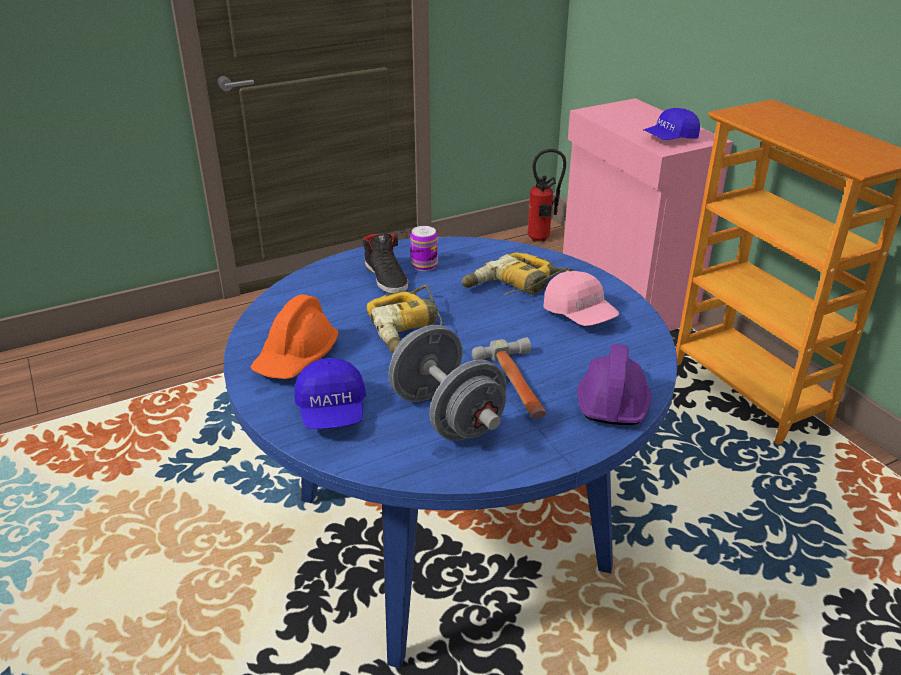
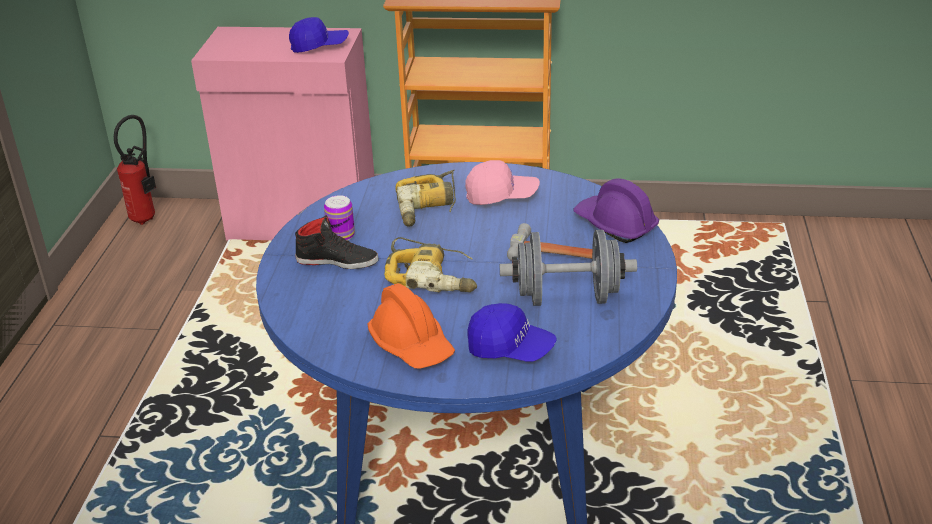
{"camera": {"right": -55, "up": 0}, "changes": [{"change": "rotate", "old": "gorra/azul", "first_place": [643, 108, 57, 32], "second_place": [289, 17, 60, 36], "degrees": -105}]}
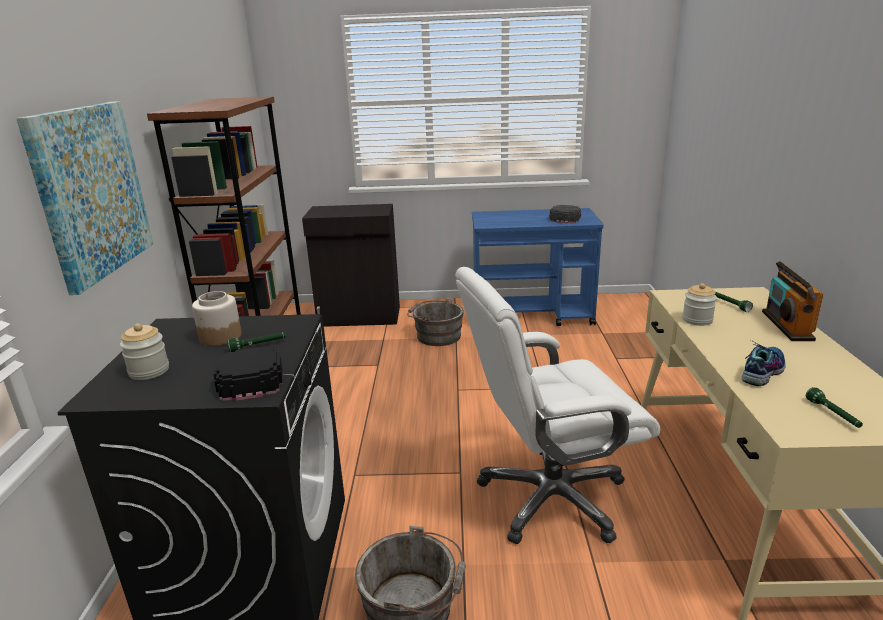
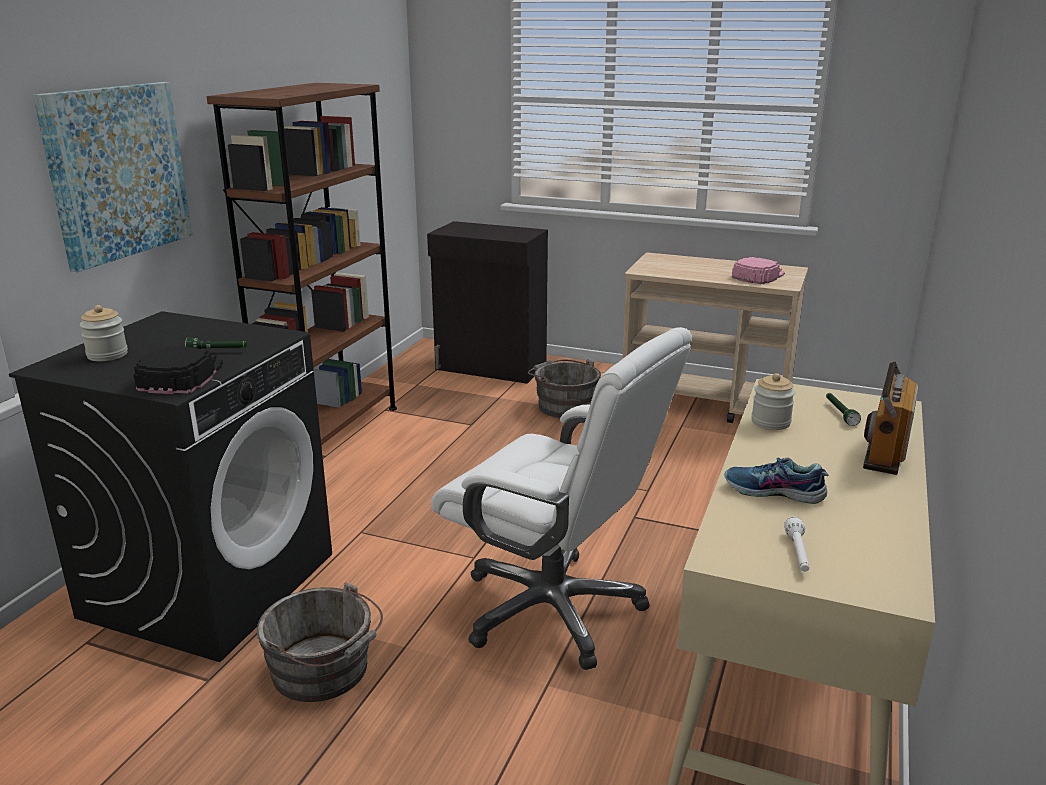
{"camera": {"right": 20, "up": 0}, "changes": [{"change": "rotate", "old": "silla de oficina/blanco", "first_place": [455, 267, 205, 277], "second_place": [431, 327, 261, 343], "degrees": -150}, {"change": "recolor", "old": "carrito/azul", "new": "carrito/beis", "first_place": [472, 208, 132, 118], "second_place": [622, 253, 186, 170]}, {"change": "rotate", "old": "zapato", "first_place": [742, 340, 44, 46], "second_place": [725, 457, 103, 47], "degrees": -135}, {"change": "recolor", "old": "gorra/negro", "new": "gorra/rosa", "first_place": [549, 205, 32, 18], "second_place": [732, 257, 53, 27]}, {"change": "recolor", "old": "linterna/verde", "new": "linterna/blanco", "first_place": [806, 387, 57, 41], "second_place": [784, 517, 26, 55]}, {"change": "delete", "old": "tarro", "first_place": [192, 291, 50, 55]}]}
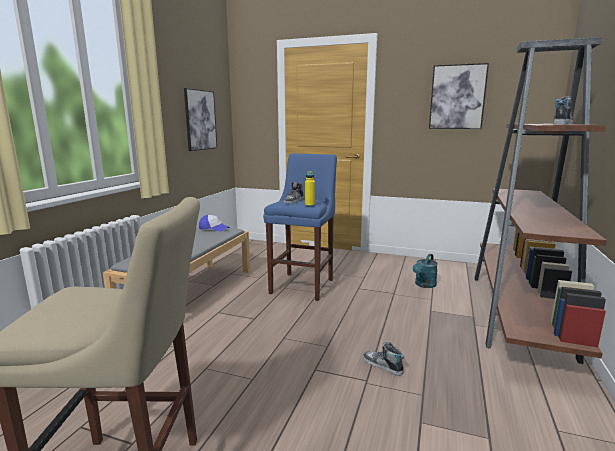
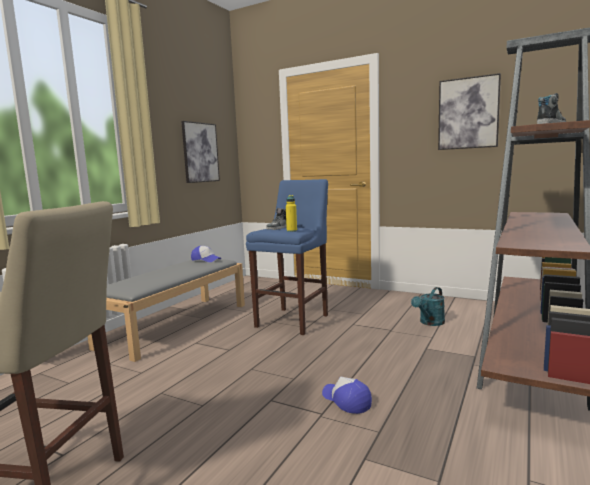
{"camera": {"right": 10, "up": -5}, "changes": [{"change": "replace", "old": "zapato", "new": "gorra", "first_place": [364, 342, 40, 34], "second_place": [322, 377, 50, 37]}]}
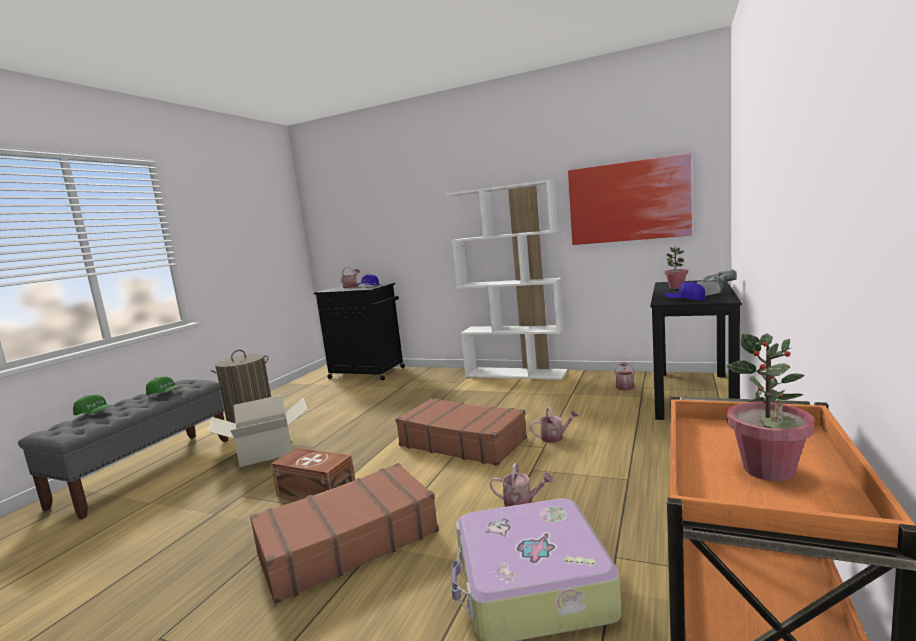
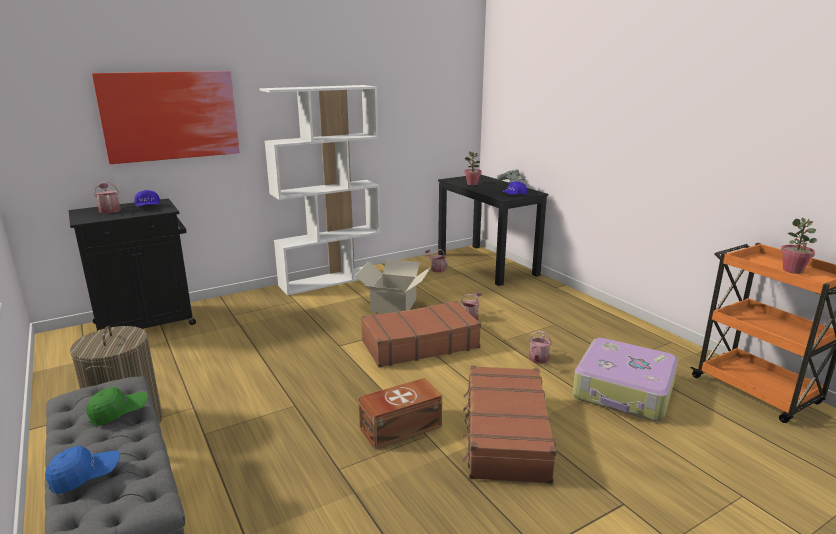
{"camera": {"right": -55, "up": 10}, "changes": [{"change": "recolor", "old": "gorra/verde", "new": "gorra/azul", "first_place": [73, 394, 40, 21], "second_place": [45, 446, 75, 48]}, {"change": "move", "old": "cuadro", "first_place": [568, 153, 124, 92], "second_place": [92, 71, 148, 93]}, {"change": "move", "old": "caja de cartón", "first_place": [208, 395, 99, 72], "second_place": [355, 259, 76, 55]}, {"change": "rotate", "old": "regadera", "first_place": [489, 463, 65, 44], "second_place": [528, 331, 24, 33], "degrees": 150}]}
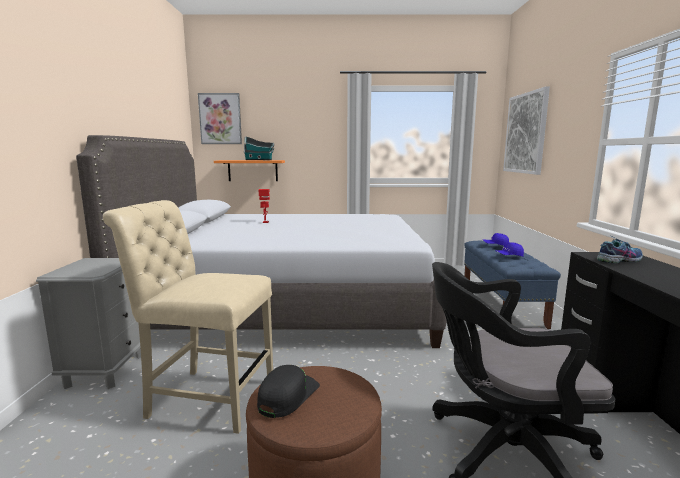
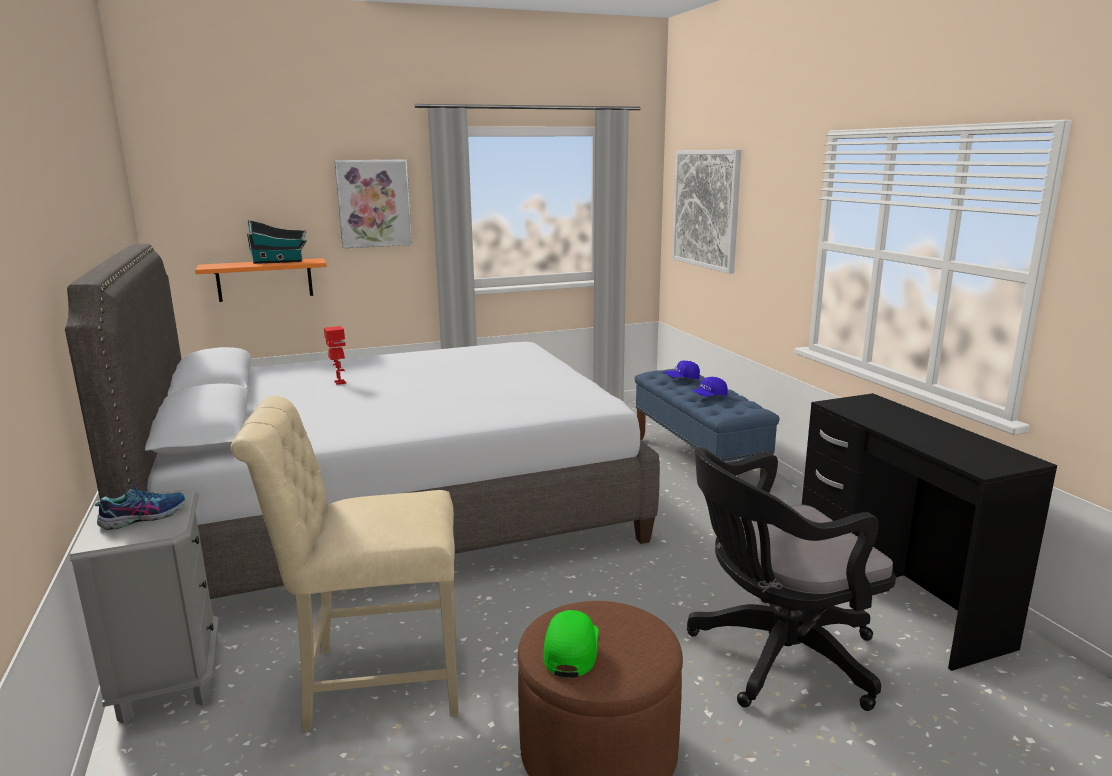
{"camera": {"right": -20, "up": 5}, "changes": [{"change": "move", "old": "zapato", "first_place": [597, 236, 46, 27], "second_place": [95, 481, 91, 49]}, {"change": "move", "old": "cuadro", "first_place": [198, 93, 44, 51], "second_place": [334, 159, 78, 89]}, {"change": "recolor", "old": "gorra/negro", "new": "gorra/verde", "first_place": [257, 365, 63, 53], "second_place": [544, 610, 55, 68]}]}
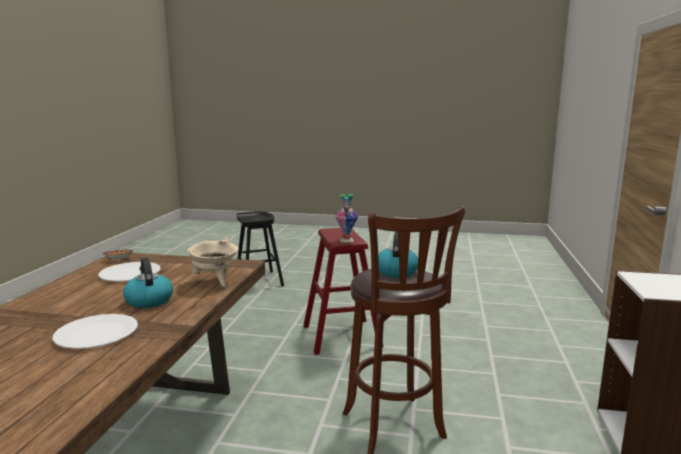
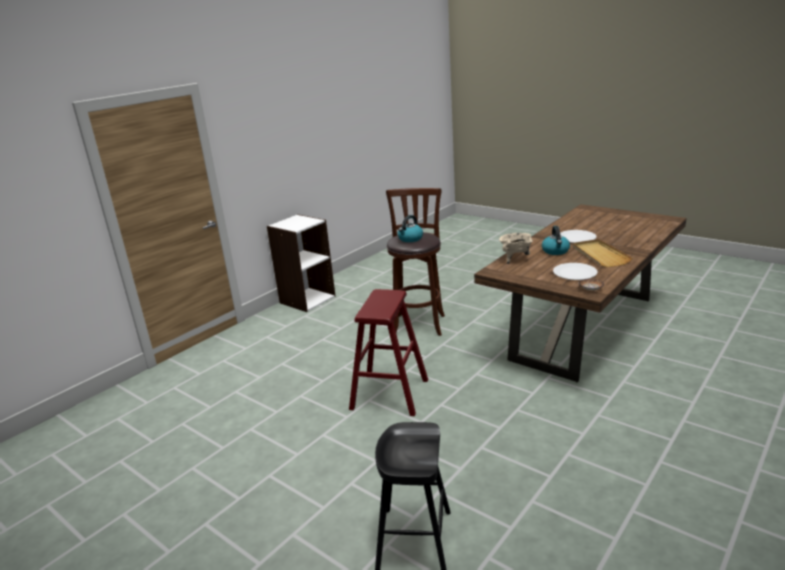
{"camera": {"right": -150, "up": 10}, "changes": [{"change": "insert", "new": "bandeja/beis", "second_place": [573, 239, 60, 28]}, {"change": "delete", "old": "florero", "first_place": [335, 194, 24, 49]}]}
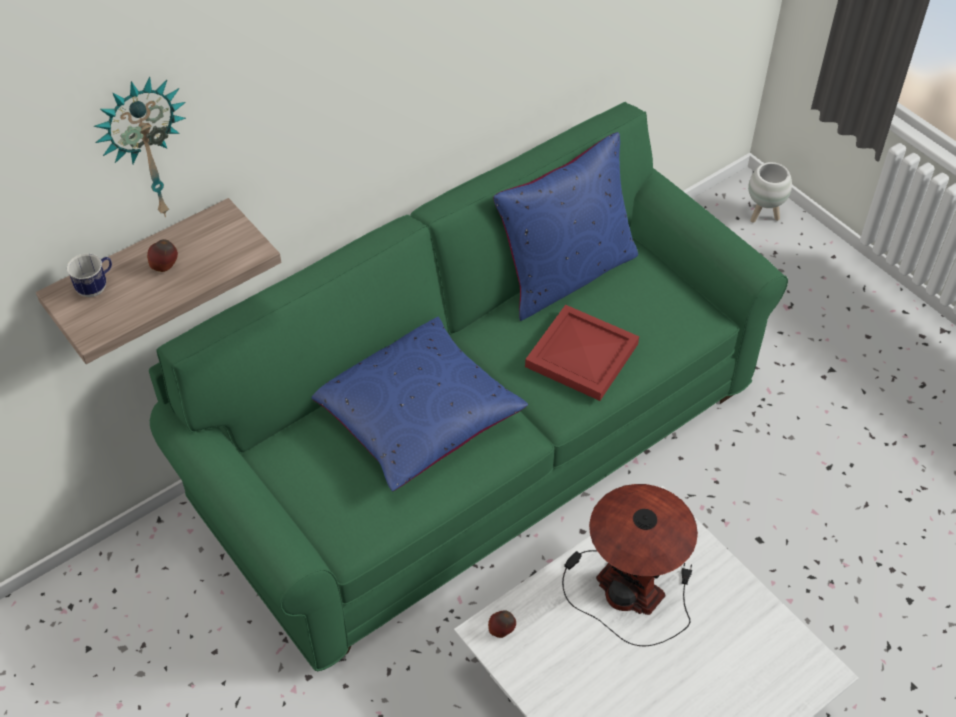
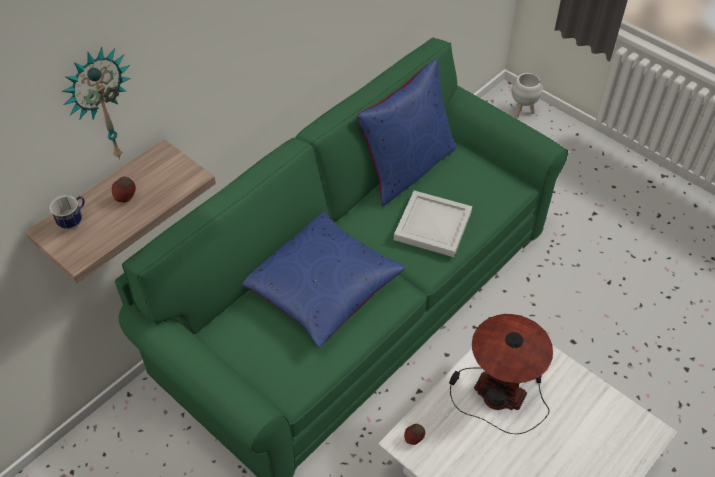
{"camera": {"right": -10, "up": 0}, "changes": [{"change": "recolor", "old": "bandeja/rojo", "new": "bandeja/blanco", "first_place": [525, 305, 114, 96], "second_place": [394, 191, 78, 66]}]}
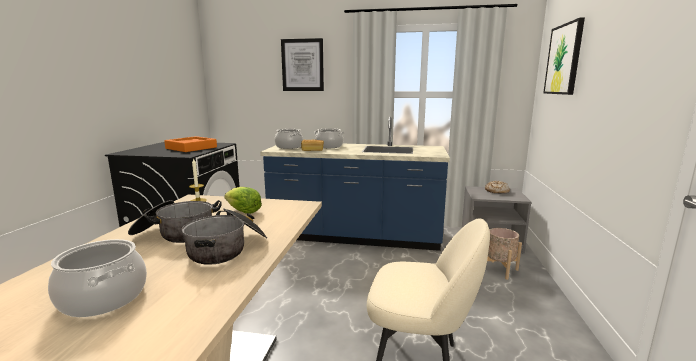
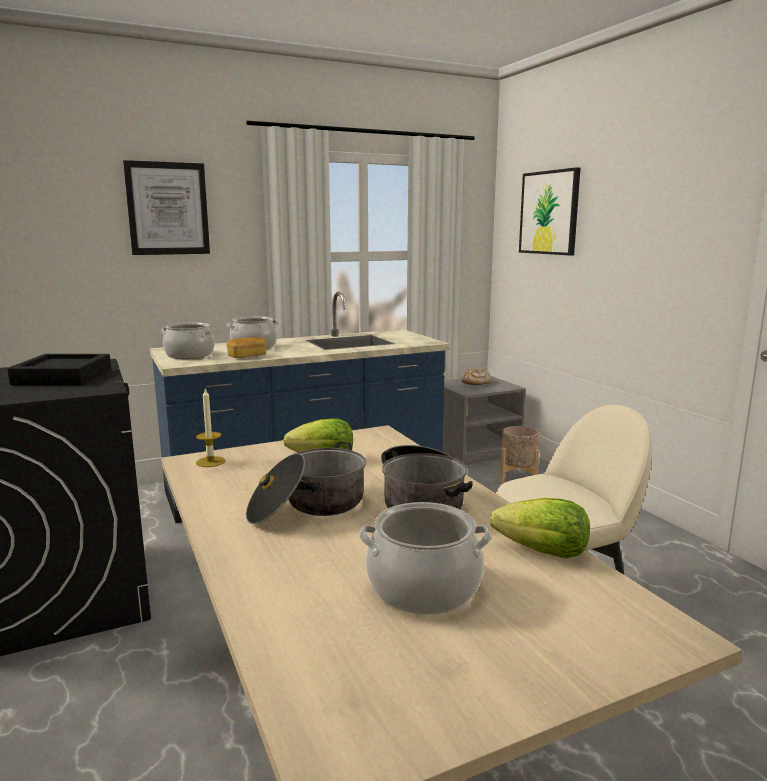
{"camera": {"right": -35, "up": 0}, "changes": [{"change": "recolor", "old": "bandeja/naranja", "new": "bandeja/negro", "first_place": [164, 136, 53, 16], "second_place": [7, 354, 104, 31]}, {"change": "insert", "new": "lechuga", "second_place": [490, 498, 100, 61]}]}
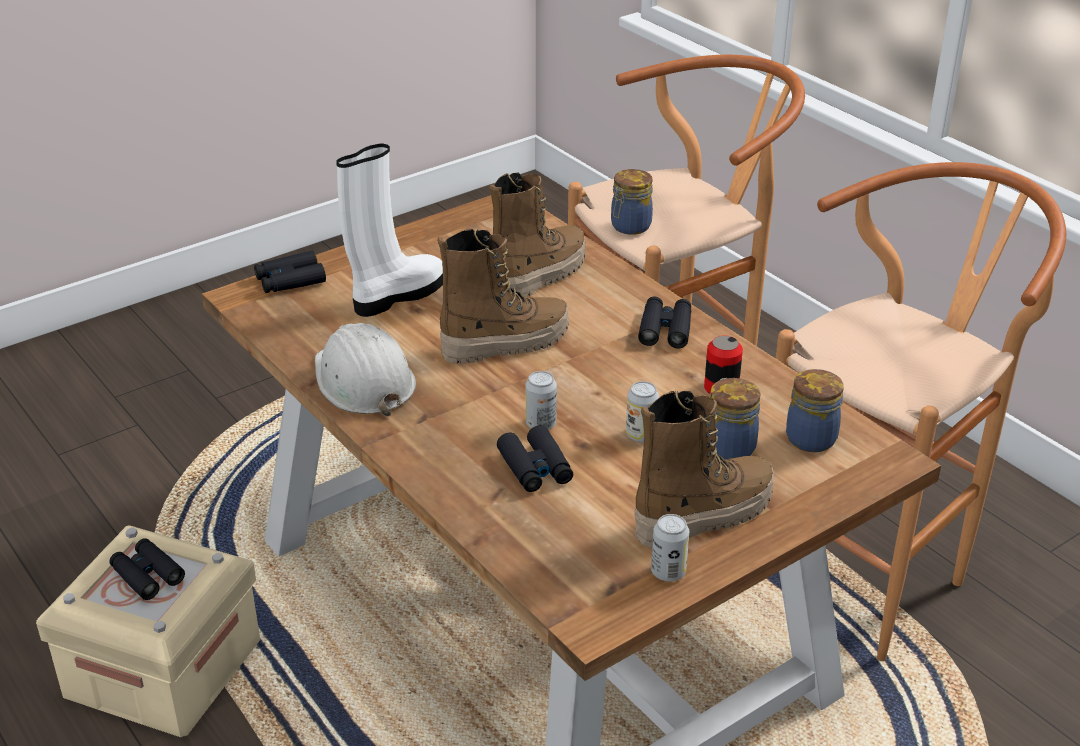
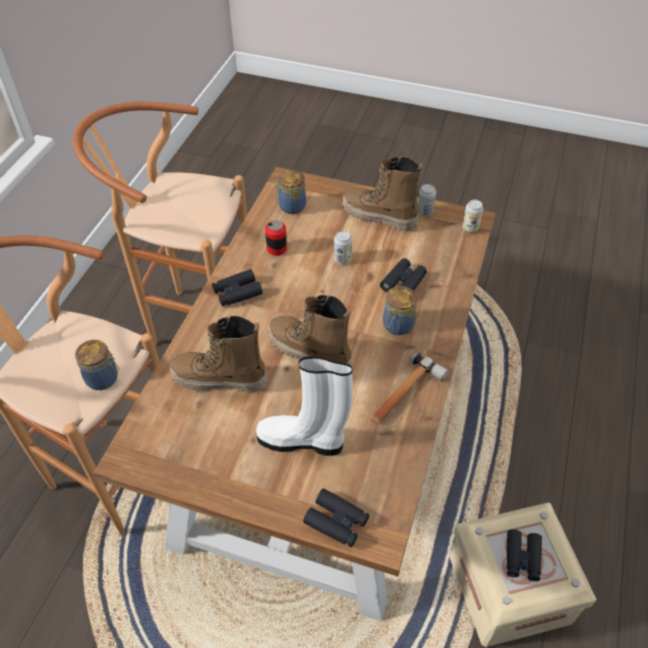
{"camera": {"right": -125, "up": 15}, "changes": [{"change": "replace", "old": "casco/blanco", "new": "martillo", "first_place": [315, 323, 101, 93], "second_place": [371, 352, 78, 72]}, {"change": "move", "old": "tarro", "first_place": [710, 378, 51, 81], "second_place": [383, 286, 34, 49]}, {"change": "move", "old": "lata", "first_place": [525, 371, 32, 59], "second_place": [462, 200, 21, 32]}]}
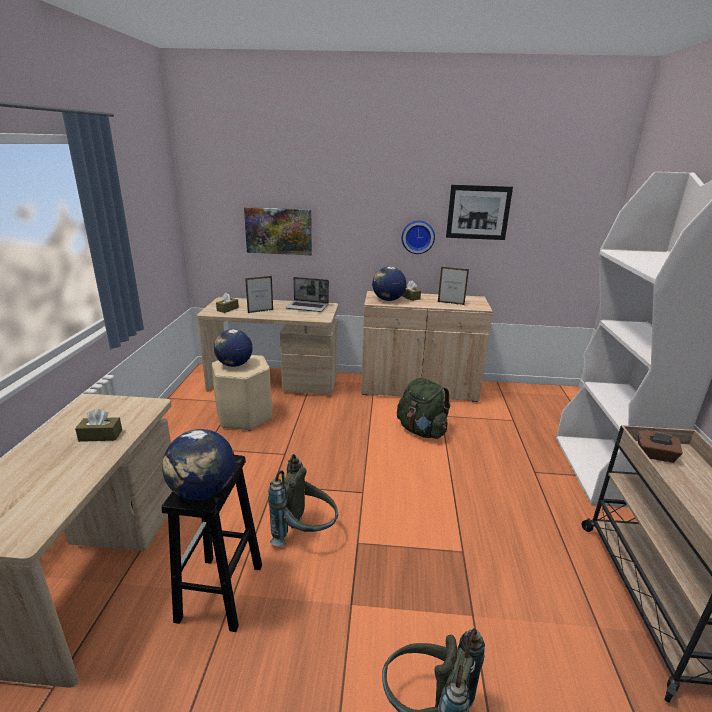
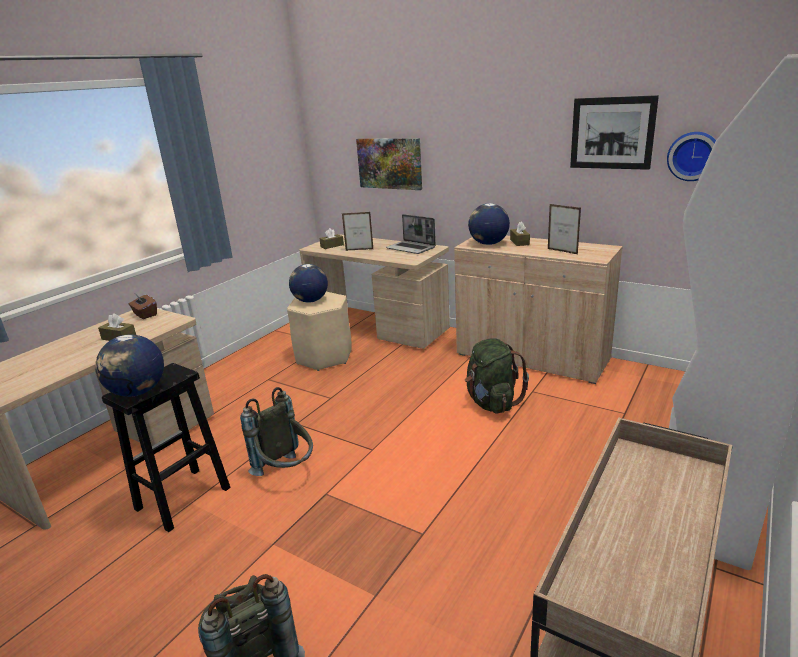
{"camera": {"right": 30, "up": 0}, "changes": [{"change": "move", "old": "caja de pañuelos/marrón", "first_place": [638, 431, 45, 32], "second_place": [129, 295, 28, 24]}, {"change": "move", "old": "reloj de pared", "first_place": [402, 220, 33, 34], "second_place": [667, 132, 49, 49]}]}
